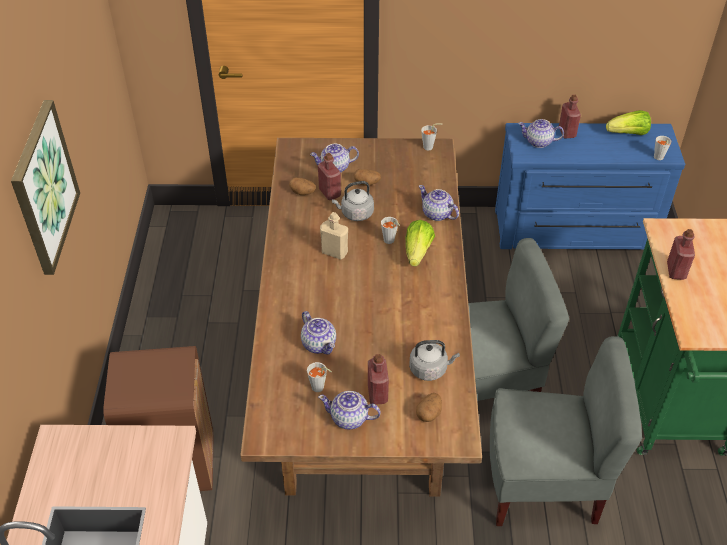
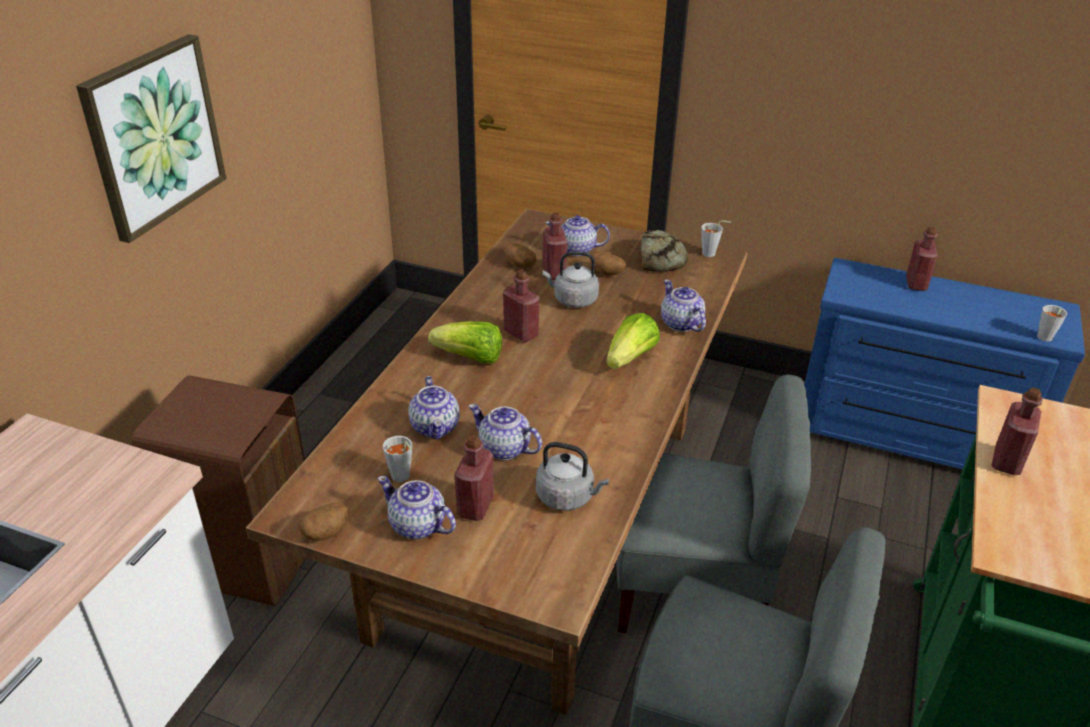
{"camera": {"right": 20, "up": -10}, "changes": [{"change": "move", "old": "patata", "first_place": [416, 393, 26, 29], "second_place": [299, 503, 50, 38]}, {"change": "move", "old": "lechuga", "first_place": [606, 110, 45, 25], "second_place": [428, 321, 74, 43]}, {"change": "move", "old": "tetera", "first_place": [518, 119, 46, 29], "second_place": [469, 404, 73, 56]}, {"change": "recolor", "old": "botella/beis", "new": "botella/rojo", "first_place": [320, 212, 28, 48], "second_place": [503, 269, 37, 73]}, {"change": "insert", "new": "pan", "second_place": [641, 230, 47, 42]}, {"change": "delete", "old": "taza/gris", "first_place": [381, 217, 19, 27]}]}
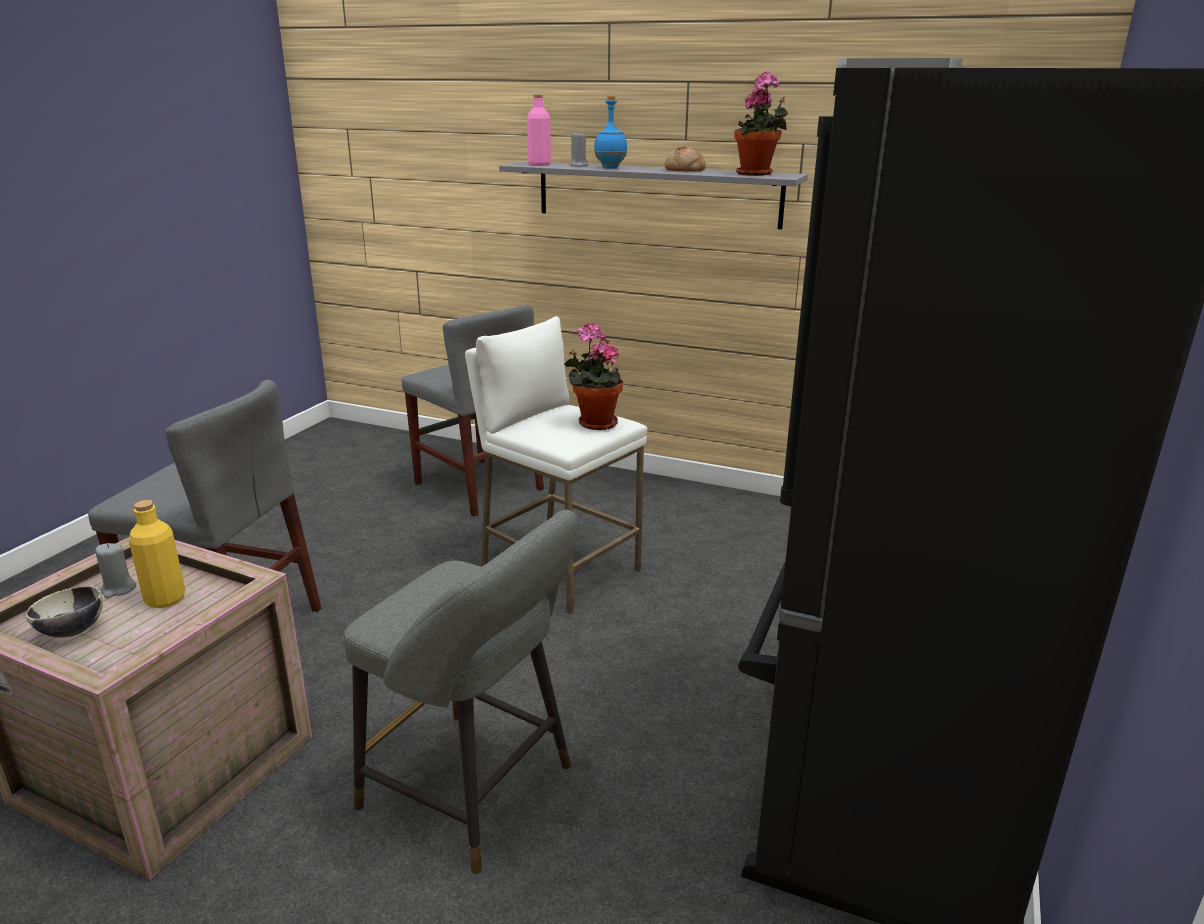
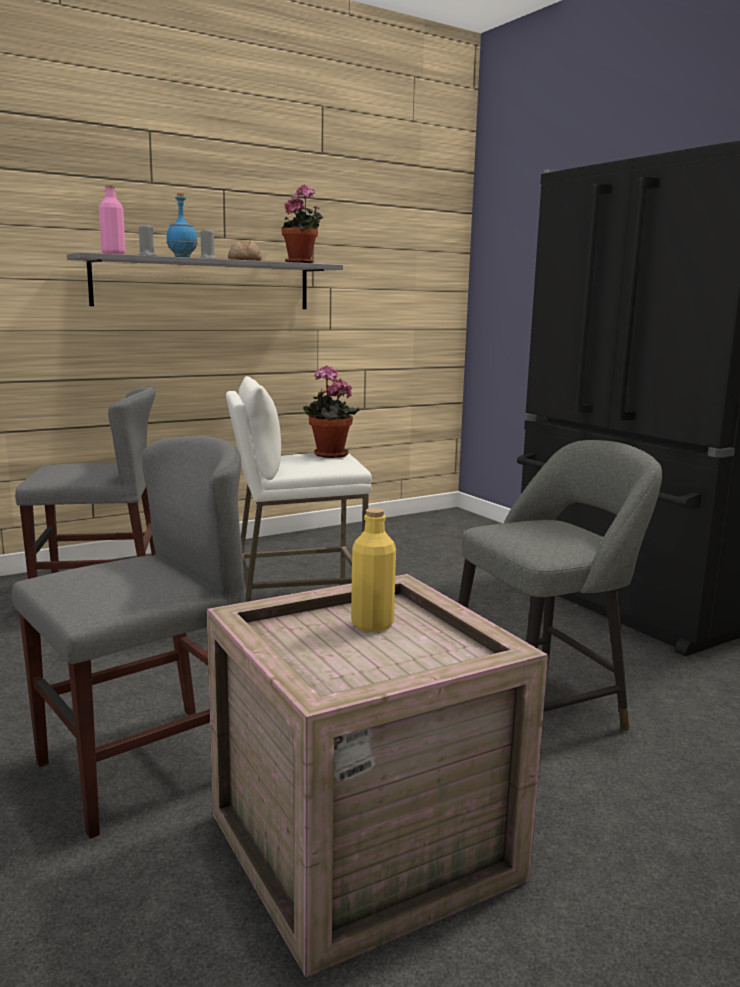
{"camera": {"right": -55, "up": -10}, "changes": [{"change": "move", "old": "vela/gris", "first_place": [95, 543, 41, 55], "second_place": [200, 228, 17, 31]}, {"change": "delete", "old": "cuenco", "first_place": [25, 586, 78, 52]}]}
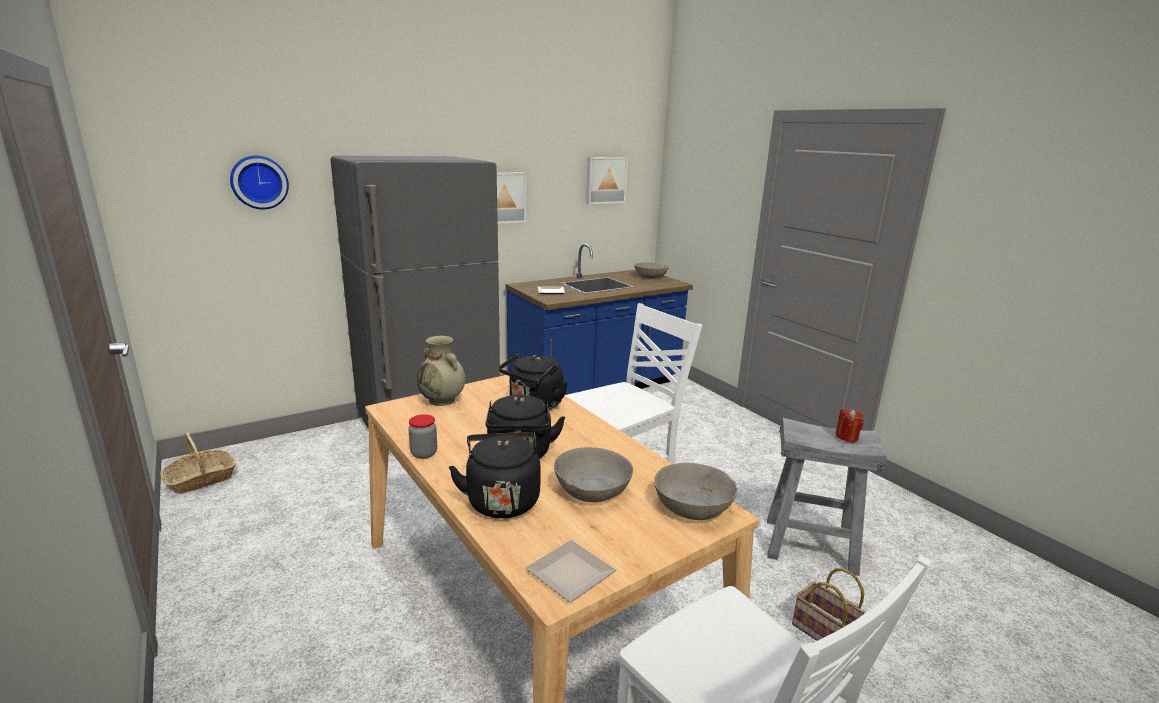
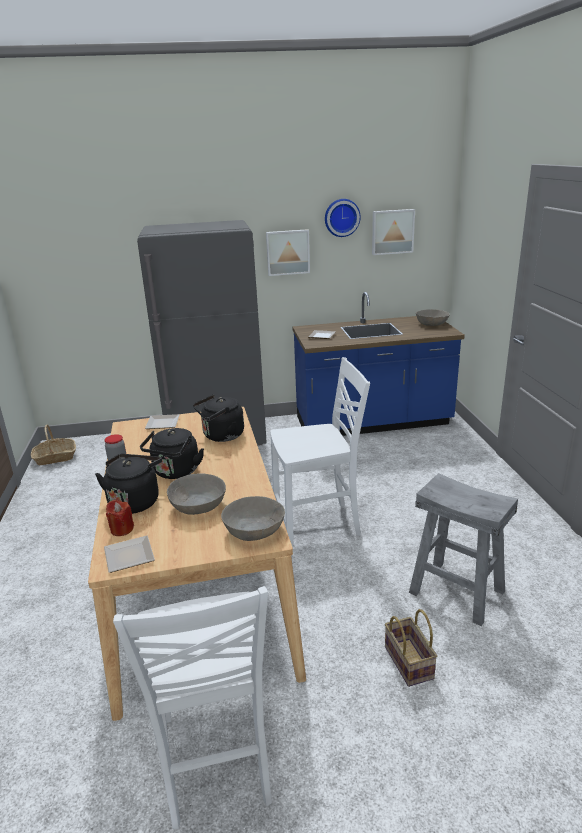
{"camera": {"right": 25, "up": 5}, "changes": [{"change": "move", "old": "vela/rojo", "first_place": [835, 409, 29, 33], "second_place": [106, 500, 28, 36]}, {"change": "replace", "old": "florero/beis", "new": "plato", "first_place": [417, 336, 48, 70], "second_place": [145, 414, 35, 15]}, {"change": "move", "old": "reloj de pared", "first_place": [230, 156, 59, 53], "second_place": [325, 199, 36, 38]}]}
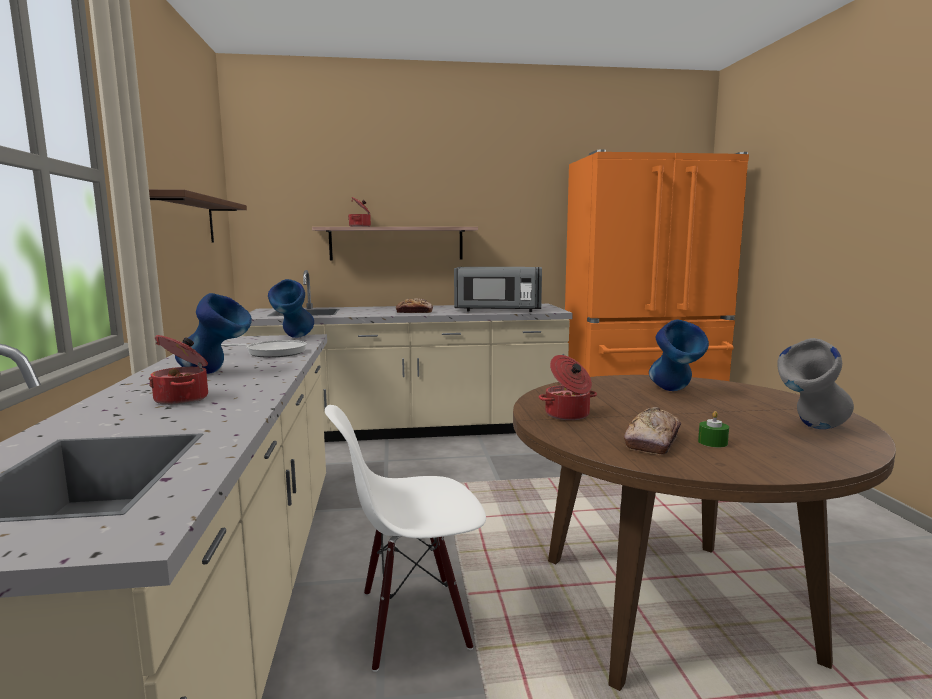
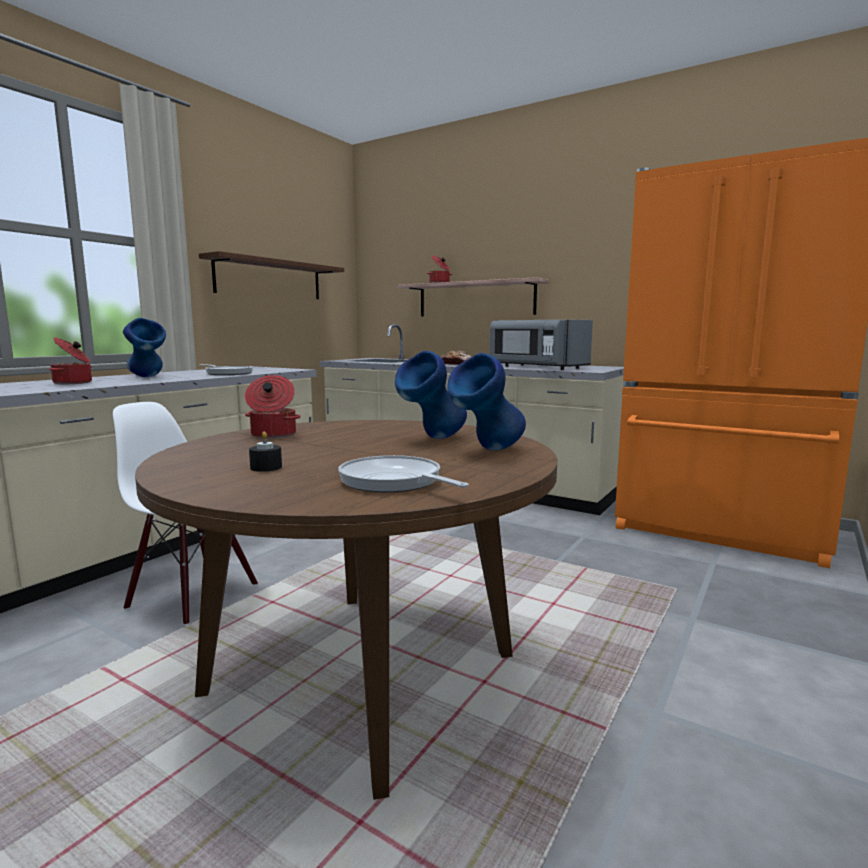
{"camera": {"right": 40, "up": 0}, "changes": [{"change": "recolor", "old": "vela/verde", "new": "vela/negro", "first_place": [698, 411, 31, 36], "second_place": [249, 432, 33, 40]}, {"change": "replace", "old": "florero/gris", "new": "sartén", "first_place": [777, 338, 77, 91], "second_place": [338, 455, 131, 38]}, {"change": "move", "old": "florero/azul", "first_place": [268, 279, 46, 59], "second_place": [447, 353, 79, 97]}, {"change": "delete", "old": "pan", "first_place": [624, 407, 57, 48]}]}
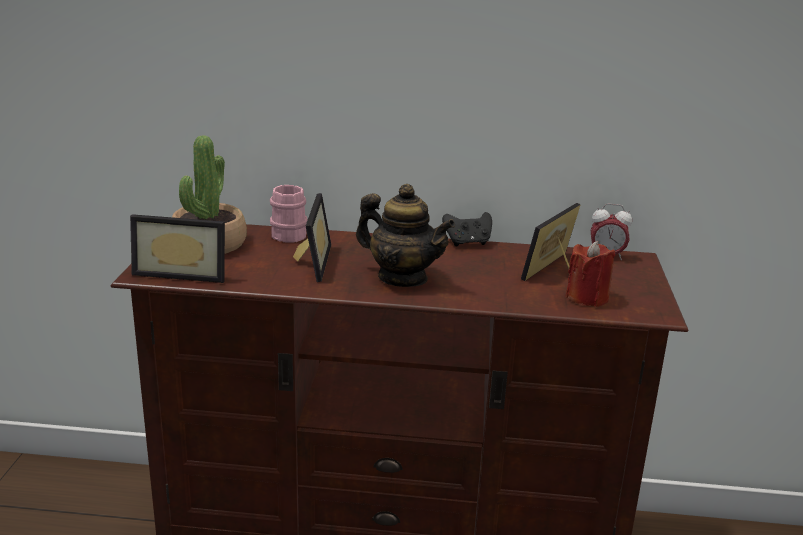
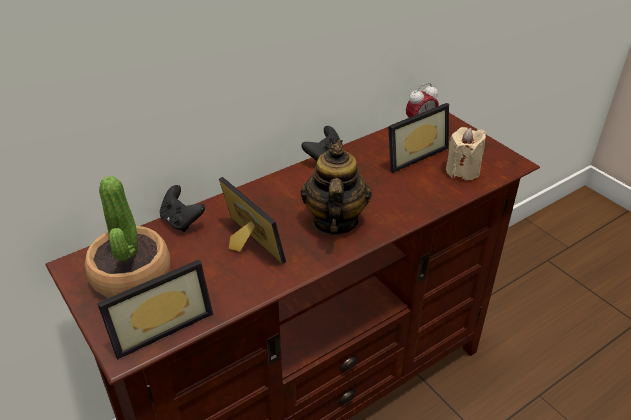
{"camera": {"right": -40, "up": 15}, "changes": [{"change": "replace", "old": "taza grande/rosa", "new": "mando de consola/negro", "first_place": [270, 185, 38, 58], "second_place": [160, 185, 45, 47]}, {"change": "rotate", "old": "tetera", "first_place": [356, 184, 99, 103], "second_place": [301, 139, 71, 96], "degrees": -75}, {"change": "rotate", "old": "portarretratos", "first_place": [521, 203, 60, 78], "second_place": [388, 103, 61, 70], "degrees": -120}, {"change": "recolor", "old": "vela/rojo", "new": "vela/beis", "first_place": [566, 241, 49, 66], "second_place": [446, 127, 40, 53]}]}
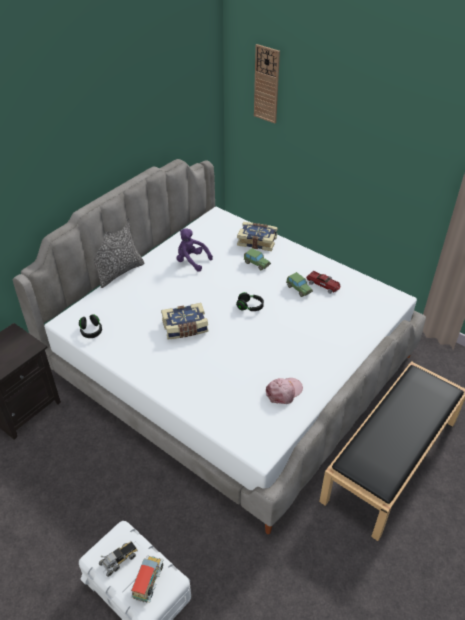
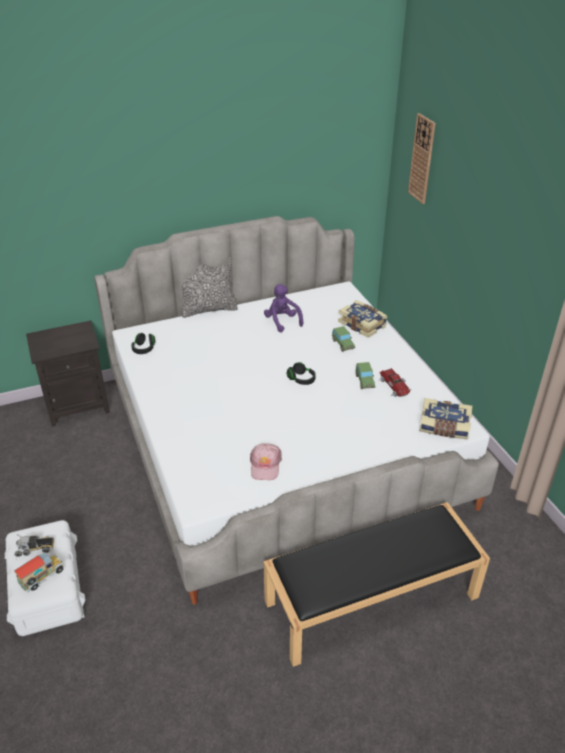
{"camera": {"right": 30, "up": -5}, "changes": [{"change": "rotate", "old": "gorra/rosa", "first_place": [266, 378, 37, 26], "second_place": [250, 443, 32, 37], "degrees": 105}, {"change": "move", "old": "libro", "first_place": [161, 303, 48, 37], "second_place": [420, 398, 52, 41]}]}
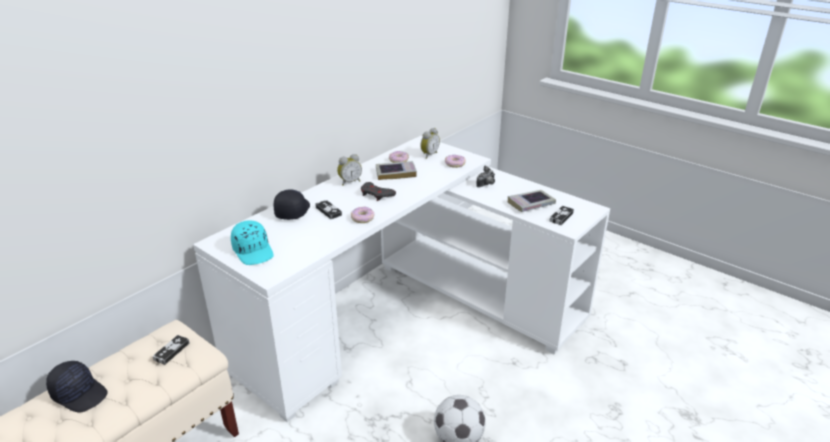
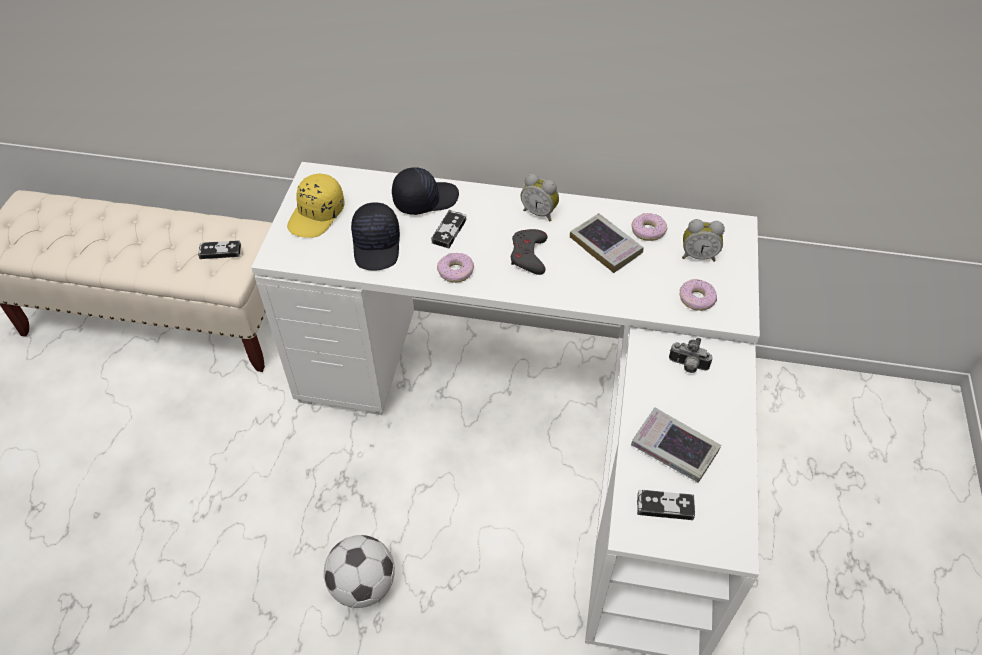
{"camera": {"right": 60, "up": 20}, "changes": [{"change": "recolor", "old": "gorra/turquesa", "new": "gorra/amarillo", "first_place": [231, 220, 42, 45], "second_place": [287, 173, 58, 65]}, {"change": "move", "old": "gorra/negro", "first_place": [46, 361, 62, 52], "second_place": [351, 202, 49, 69]}]}
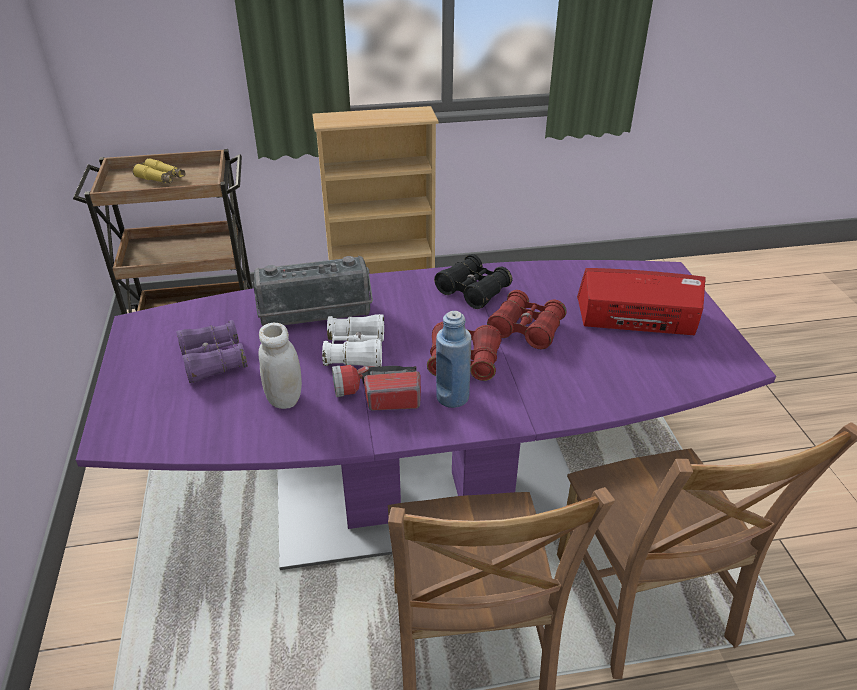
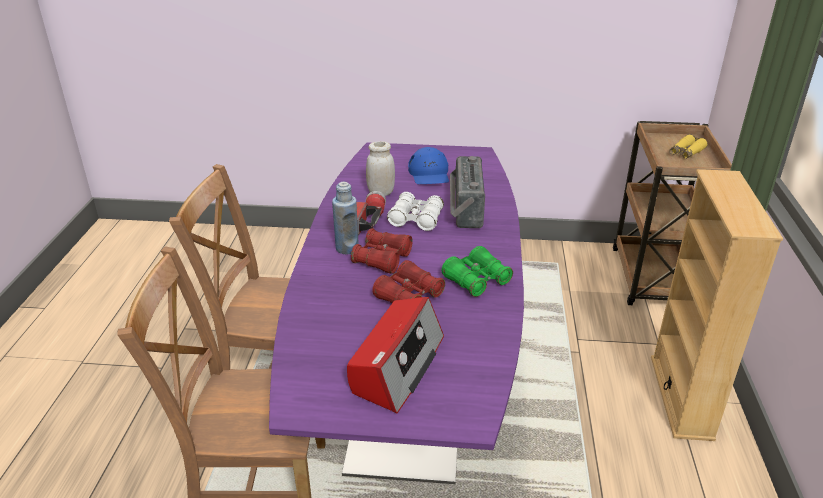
{"camera": {"right": 105, "up": -5}, "changes": [{"change": "replace", "old": "prismáticos/morado", "new": "gorra/azul", "first_place": [176, 320, 72, 63], "second_place": [408, 147, 41, 37]}, {"change": "recolor", "old": "prismáticos/negro", "new": "prismáticos/verde", "first_place": [434, 254, 78, 55], "second_place": [442, 246, 71, 51]}]}
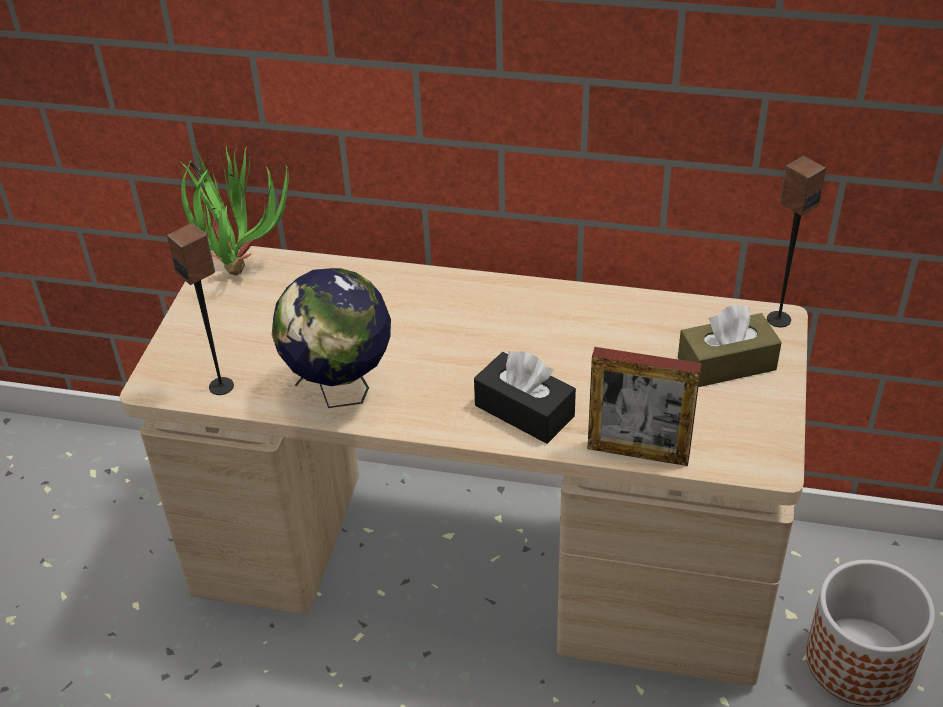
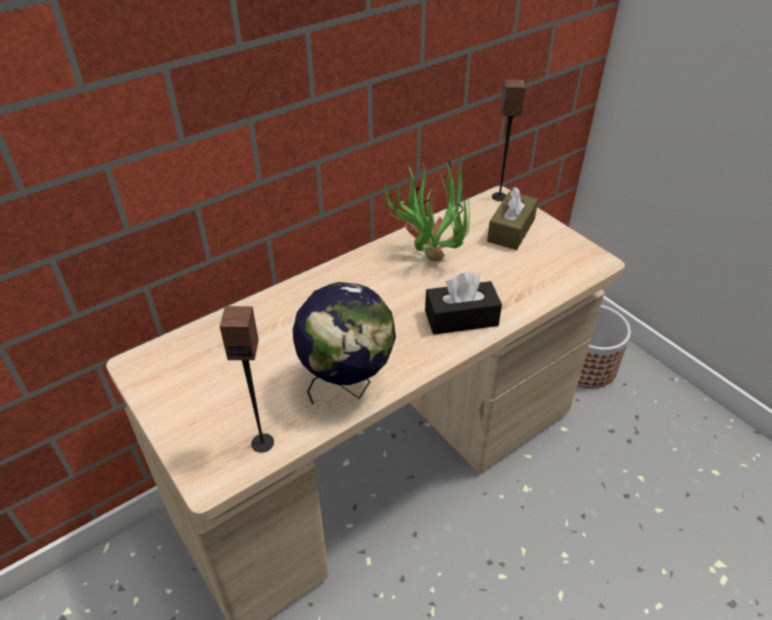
{"camera": {"right": -50, "up": 0}, "changes": [{"change": "move", "old": "planta en maceta", "first_place": [180, 143, 109, 133], "second_place": [382, 161, 88, 100]}, {"change": "delete", "old": "portarretratos", "first_place": [588, 347, 113, 119]}]}
